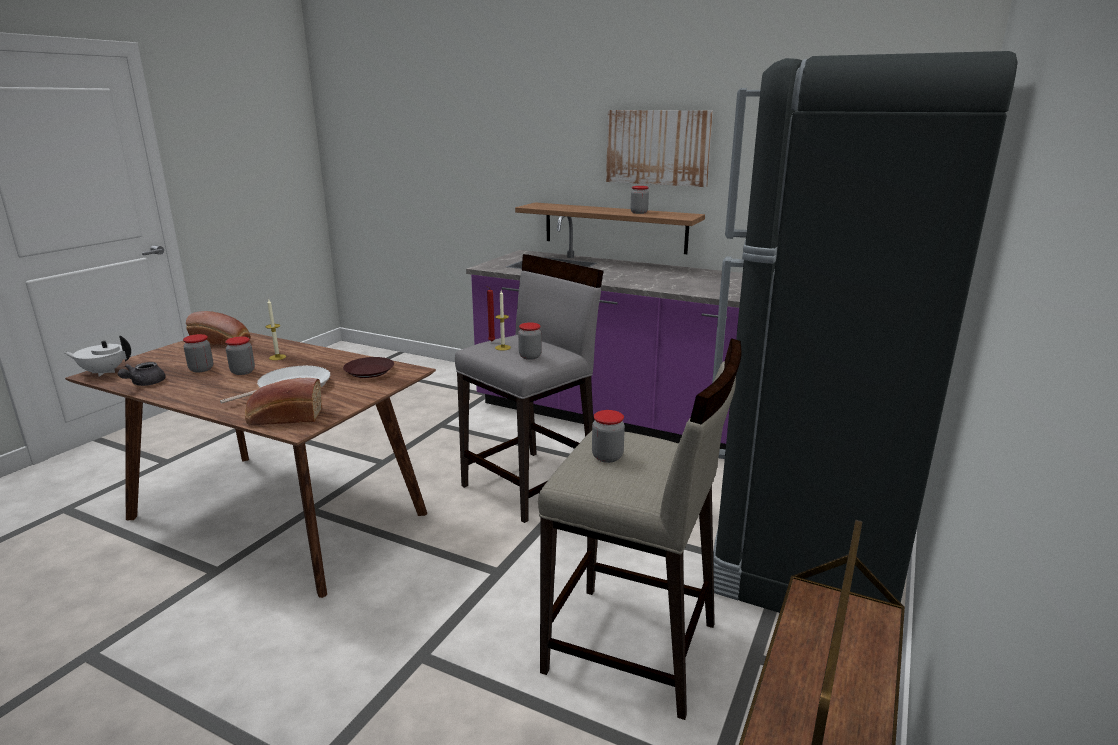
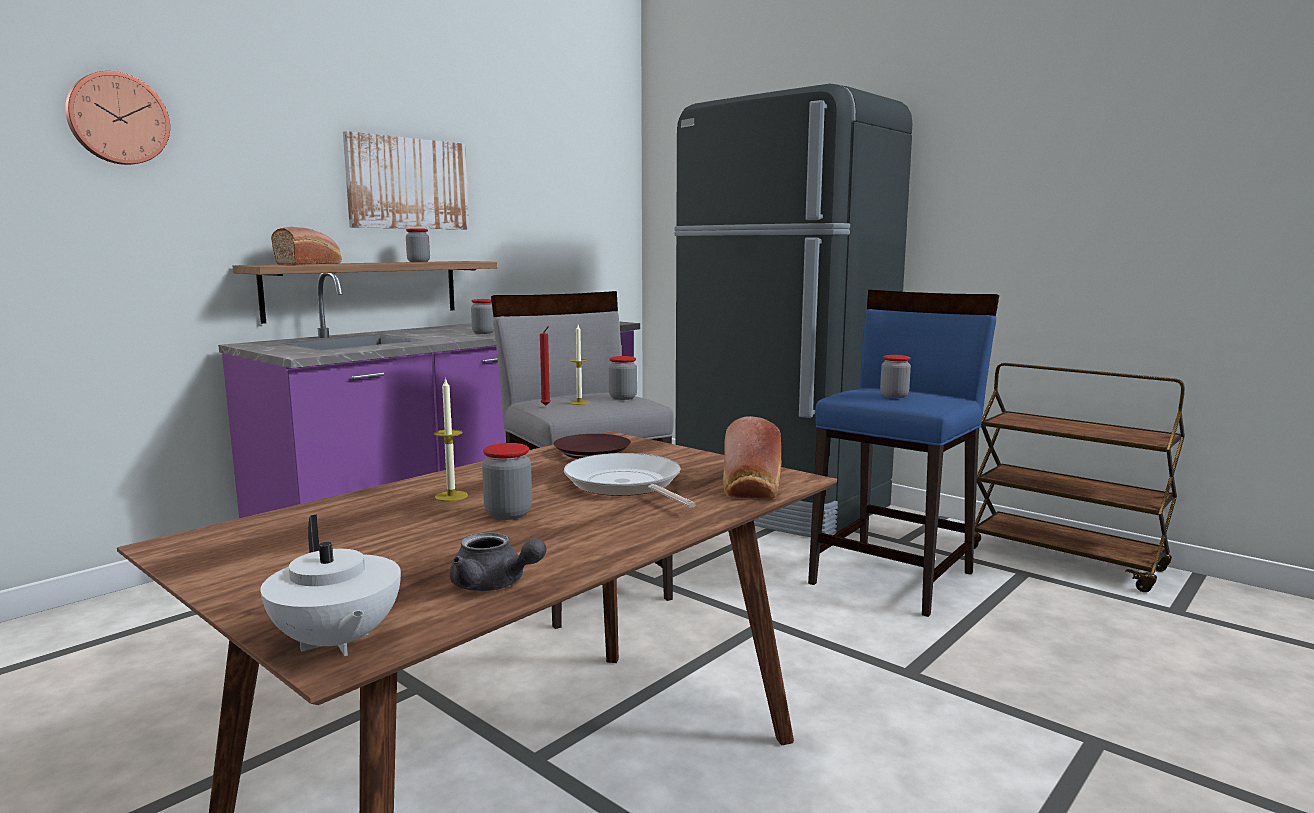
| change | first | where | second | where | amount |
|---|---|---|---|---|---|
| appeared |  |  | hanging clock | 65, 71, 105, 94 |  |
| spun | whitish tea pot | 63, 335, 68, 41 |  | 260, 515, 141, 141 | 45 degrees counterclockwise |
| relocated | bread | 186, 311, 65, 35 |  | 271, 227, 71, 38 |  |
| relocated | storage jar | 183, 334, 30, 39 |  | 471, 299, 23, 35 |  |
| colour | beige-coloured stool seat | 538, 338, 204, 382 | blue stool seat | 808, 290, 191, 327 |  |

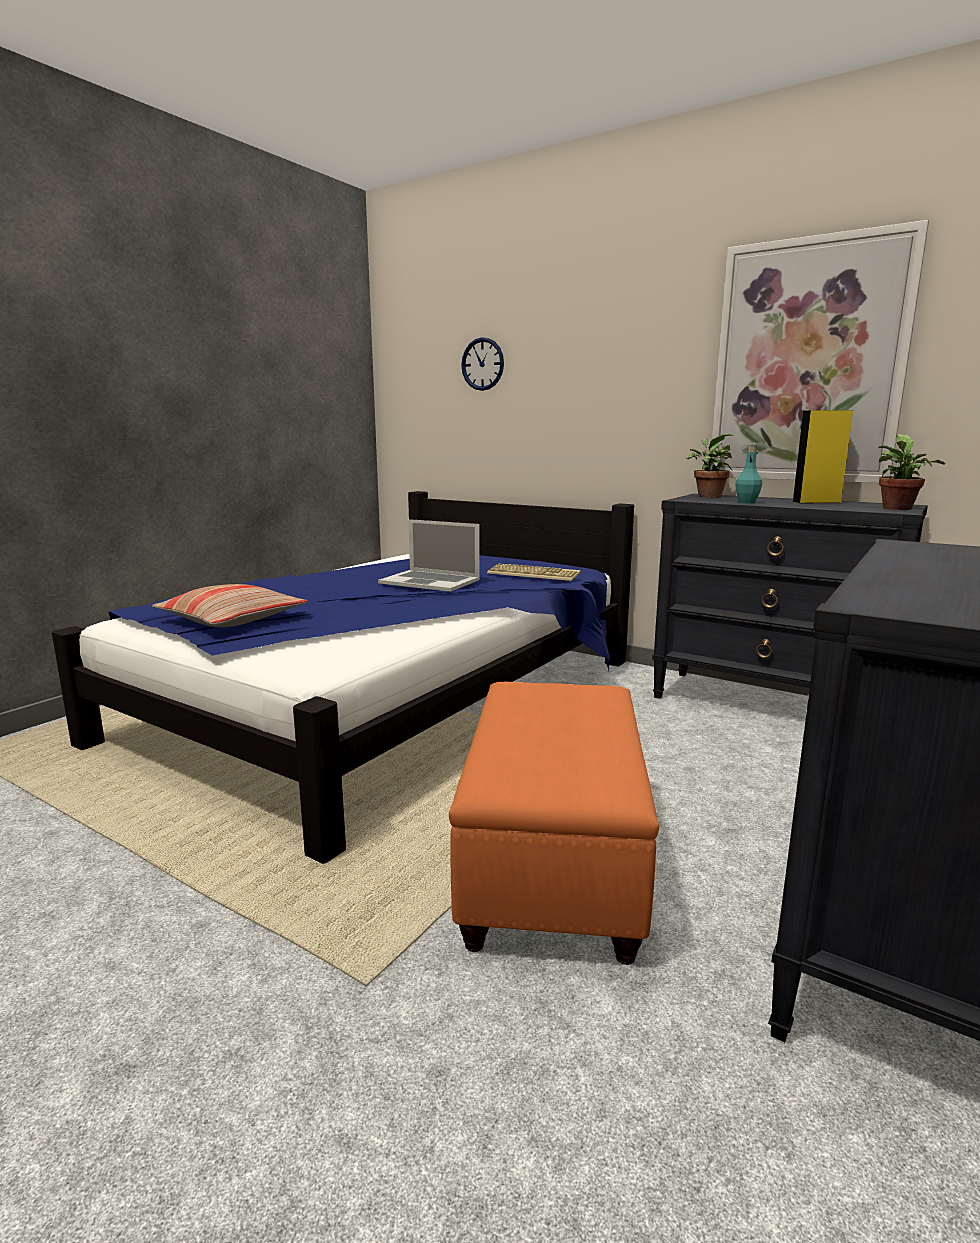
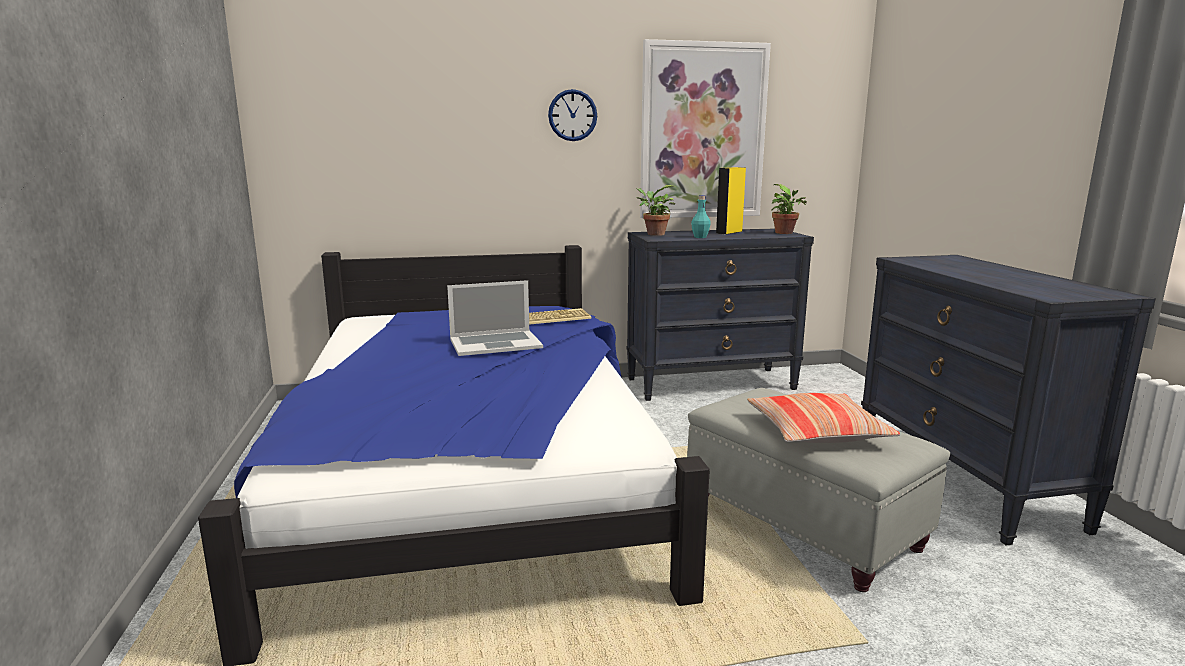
| change | first | where | second | where | amount |
|---|---|---|---|---|---|
| relocated | hanging clock | 461, 337, 43, 54 |  | 548, 89, 49, 52 |  |
| colour | orangey pouffe | 449, 682, 210, 283 | greyish pouffe | 687, 388, 263, 204 |  |
| relocated | throw pillow | 152, 584, 155, 43 |  | 747, 393, 153, 50 |  |

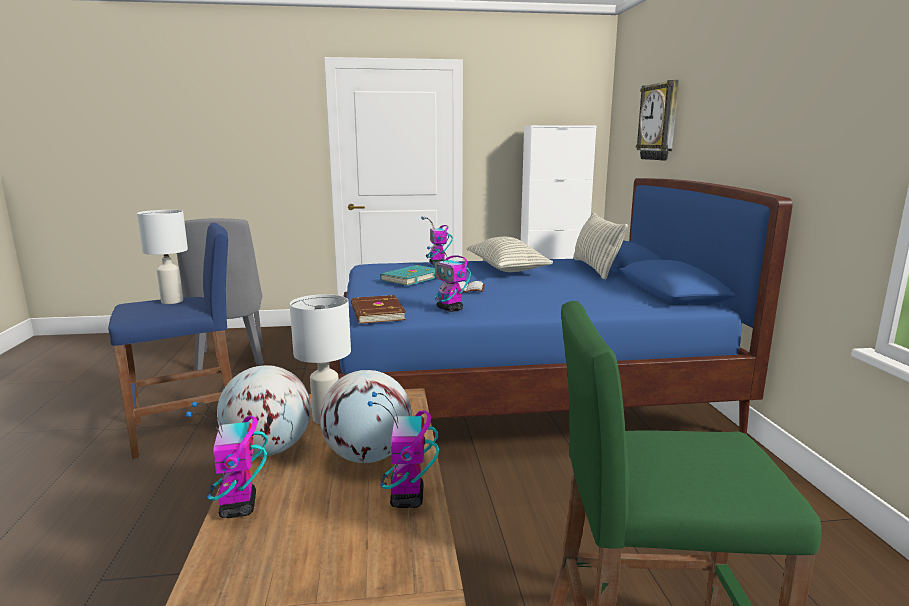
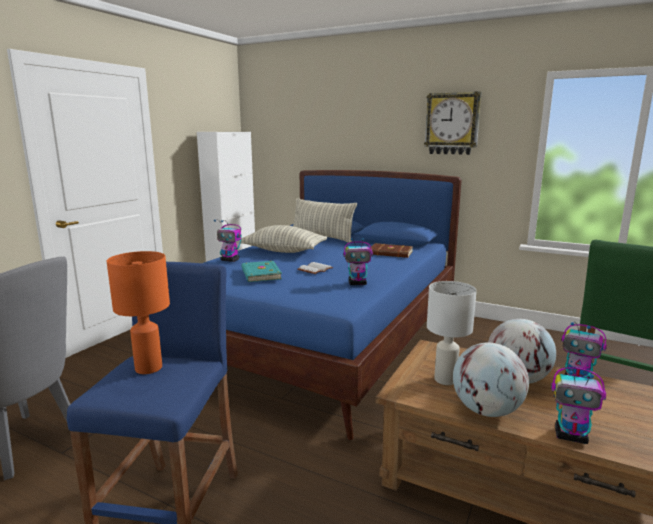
| change | first | where | second | where | amount |
|---|---|---|---|---|---|
| colour | whitish lamp for a table | 137, 210, 51, 94 | orangey lamp for a table | 107, 251, 63, 123 |  |
| relocated | brownish volume | 351, 295, 55, 29 |  | 370, 243, 43, 15 |  |
| relocated | hanging clock | 636, 80, 43, 81 |  | 424, 91, 57, 64 |  |

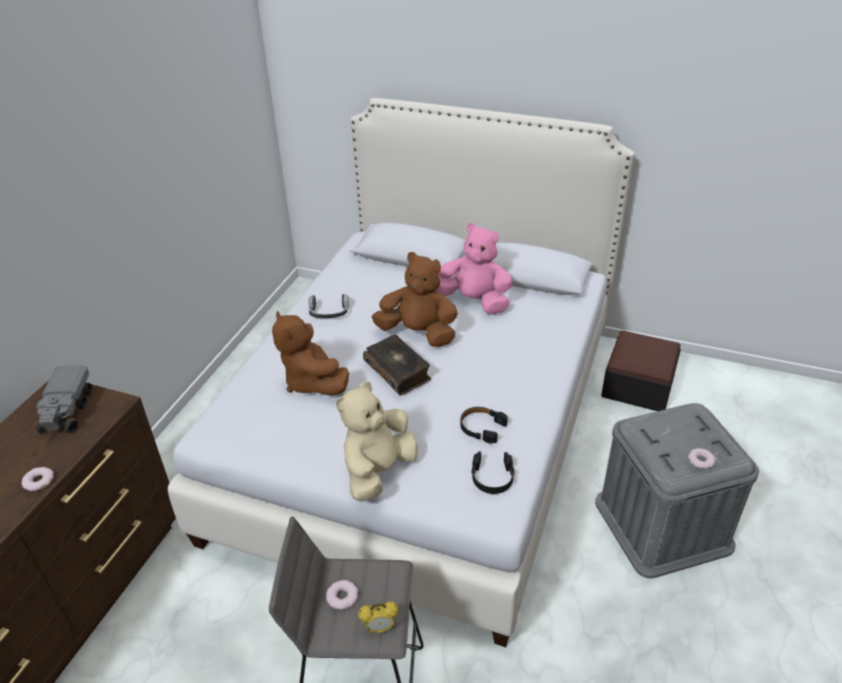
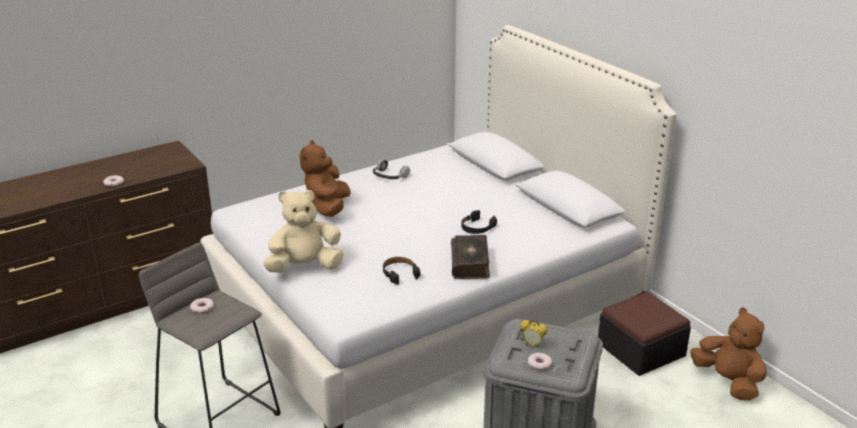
| change | first | where | second | where | amount |
|---|---|---|---|---|---|
| relocated | volume | 363, 335, 68, 60 |  | 451, 235, 39, 44 |  |
| relocated | black-coloured pair of headphones | 471, 451, 43, 43 |  | 461, 210, 36, 24 |  |
| relocated | alarm clock | 358, 601, 41, 32 |  | 520, 320, 28, 28 |  |
| relocated | brownish cuddly toy | 372, 252, 86, 95 |  | 690, 307, 77, 94 |  |
| missing | toy truck | 36, 365, 57, 69 |  |  |  |
| missing | pink-coloured cuddly toy | 436, 223, 77, 92 |  |  |  |

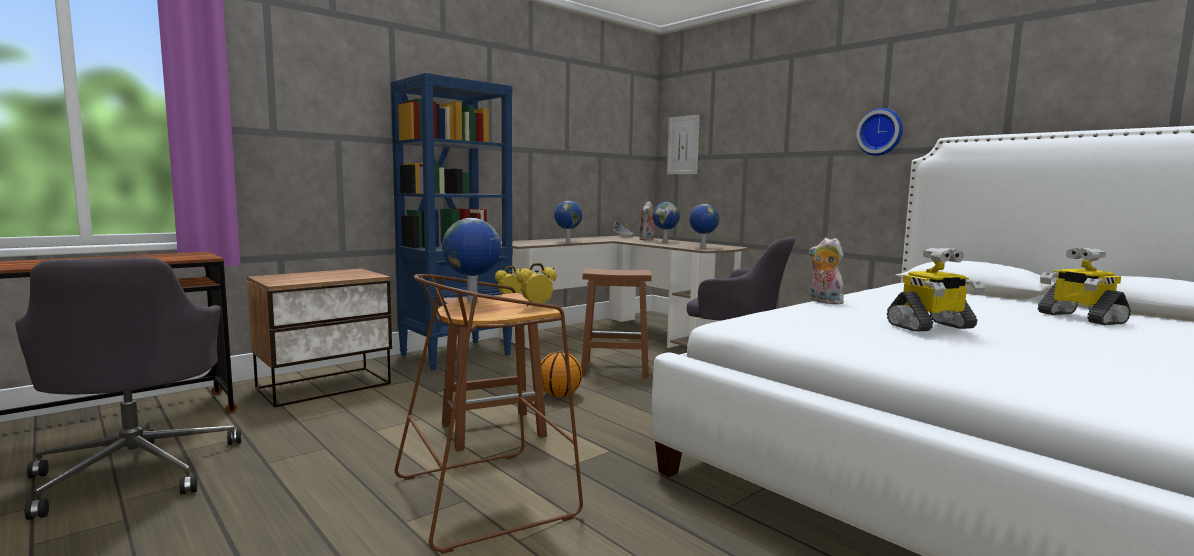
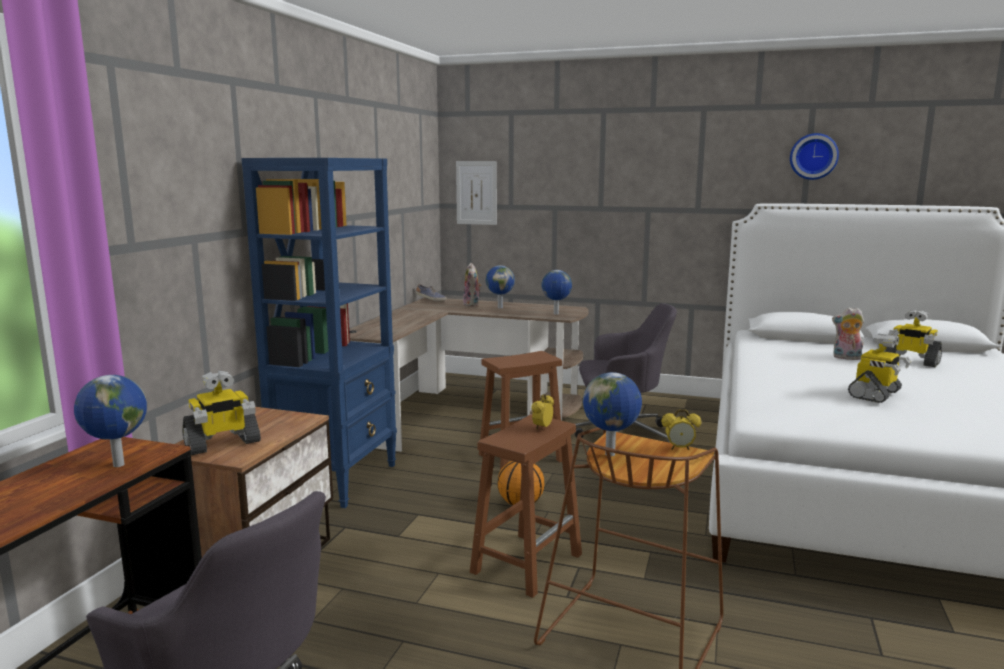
| change | first | where | second | where | amount |
|---|---|---|---|---|---|
| relocated | world globe | 554, 201, 29, 42 |  | 74, 375, 73, 92 |  |
| appeared |  |  | robot figure | 182, 370, 79, 85 |  |
| spun | alarm clock | 517, 263, 39, 43 |  | 661, 409, 40, 41 | 120 degrees counterclockwise |
| relocated | hanging clock | 856, 108, 47, 48 |  | 790, 133, 49, 47 |  |
| relocated | cuddly toy | 809, 238, 35, 66 |  | 832, 308, 32, 53 |  |

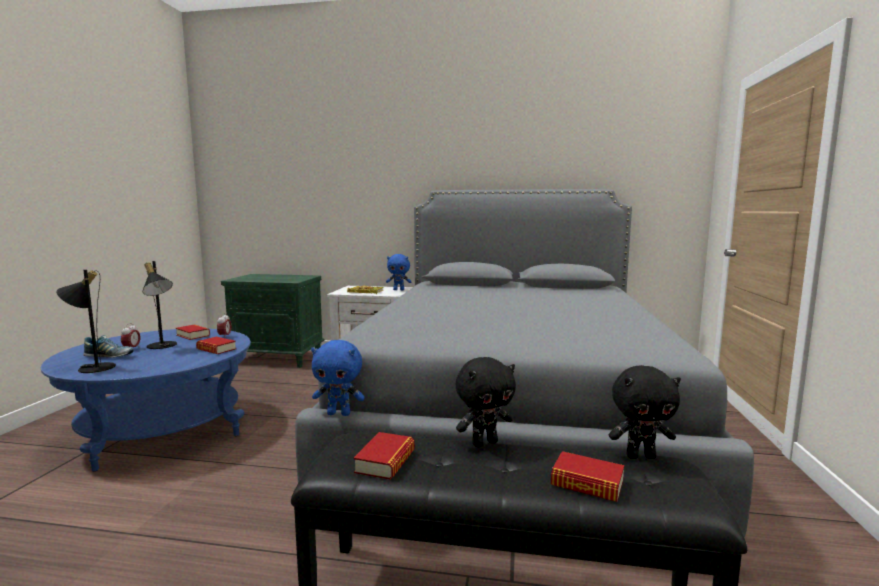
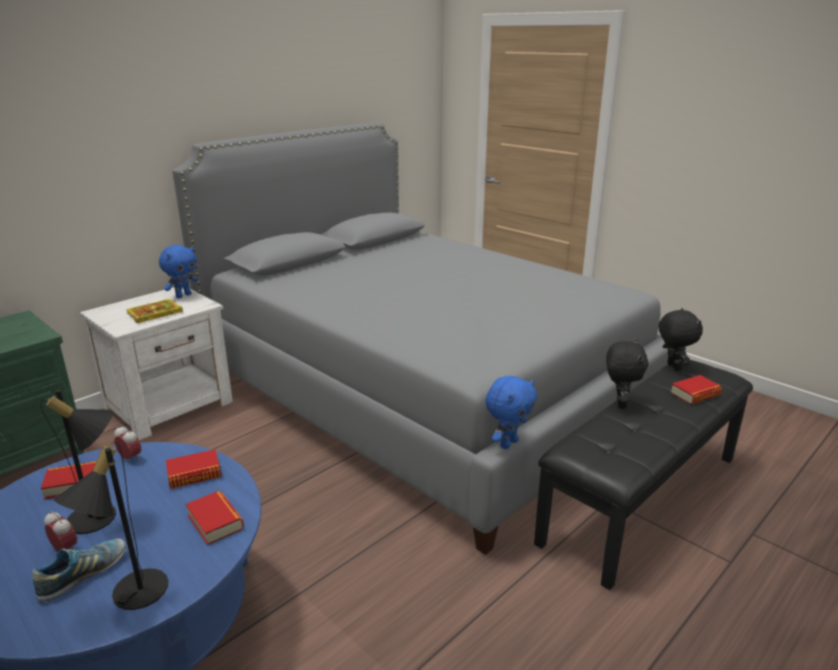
| change | first | where | second | where | amount |
|---|---|---|---|---|---|
| relocated | volume | 354, 432, 61, 48 |  | 186, 491, 58, 54 |  |
| spun | black-coloured cuddly toy | 609, 365, 72, 94 |  | 659, 308, 44, 63 | 45 degrees counterclockwise |

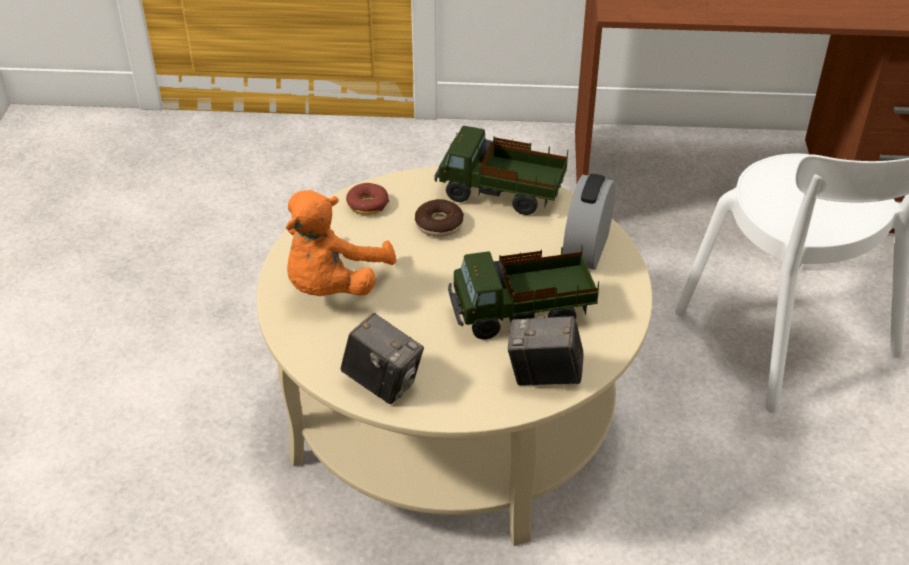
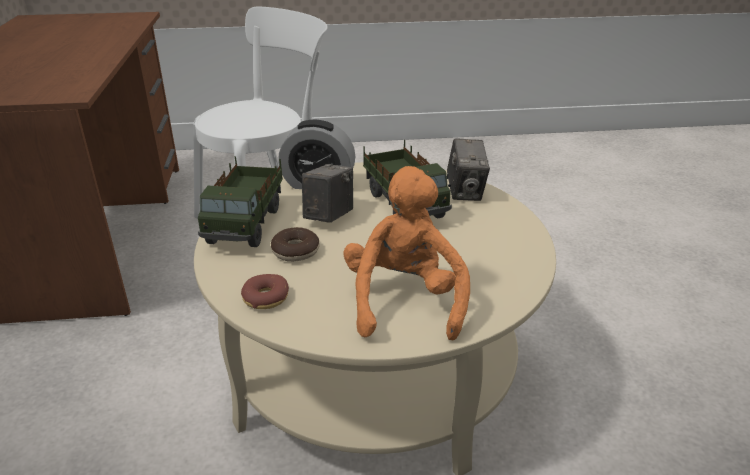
| change | first | where | second | where | amount |
|---|---|---|---|---|---|
| relocated | photo camera | 340, 313, 84, 91 |  | 302, 164, 51, 59 |  |
| spun | orangey cuddly toy | 285, 190, 111, 106 |  | 343, 166, 127, 174 | 105 degrees counterclockwise |

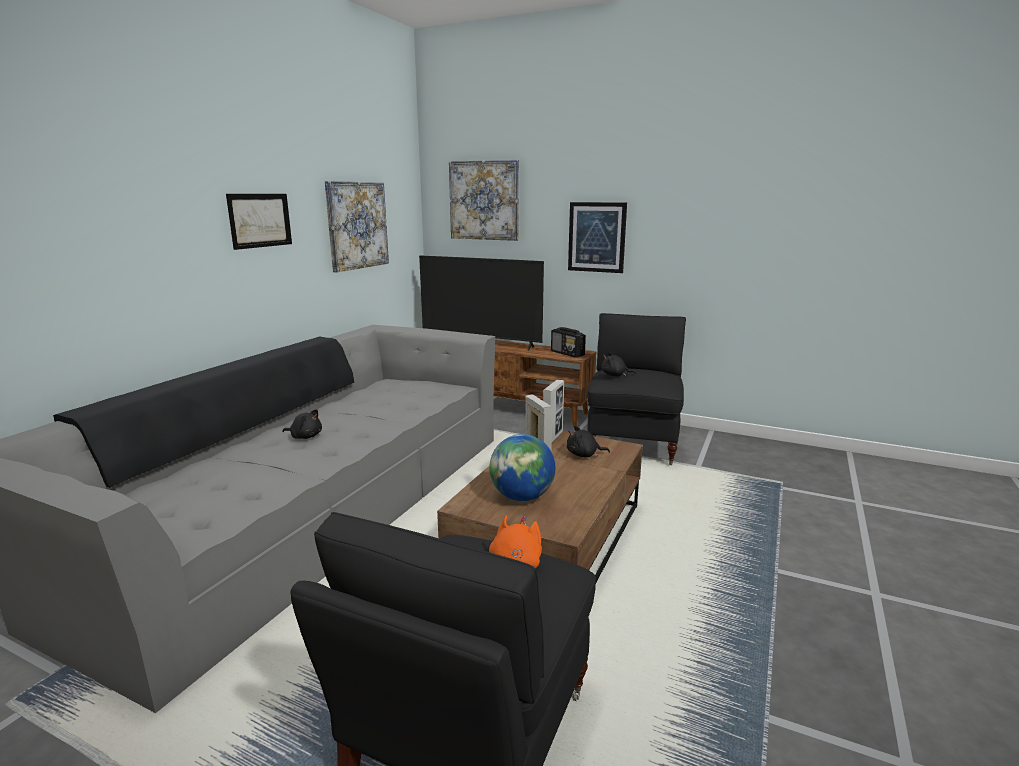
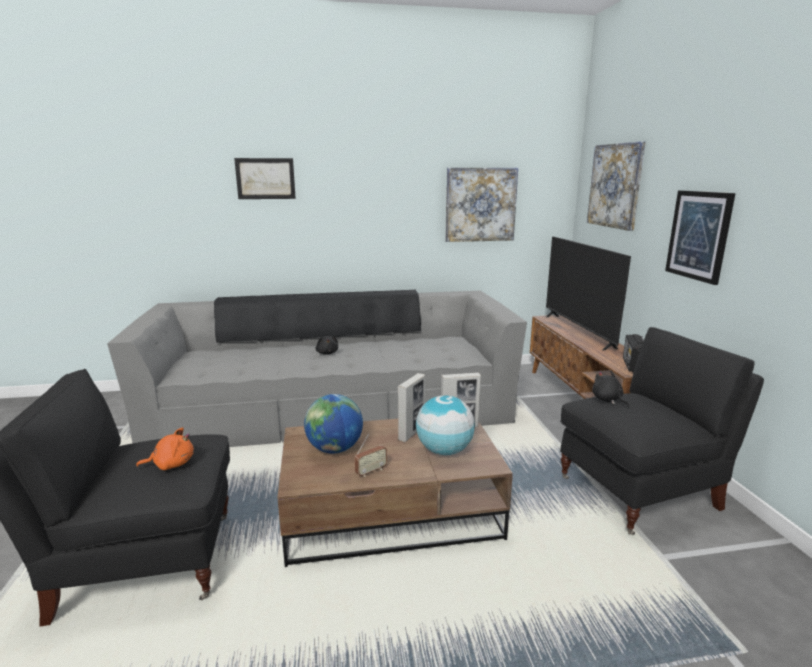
| change | first | where | second | where | amount |
|---|---|---|---|---|---|
| relocated | wall picture | 226, 194, 66, 56 |  | 234, 158, 62, 41 |  |
| appeared |  |  | radio receiver | 355, 433, 32, 44 |  |
| exchanged | black-coloured cuddly toy | 567, 425, 43, 32 | world globe | 416, 395, 59, 60 |  |

